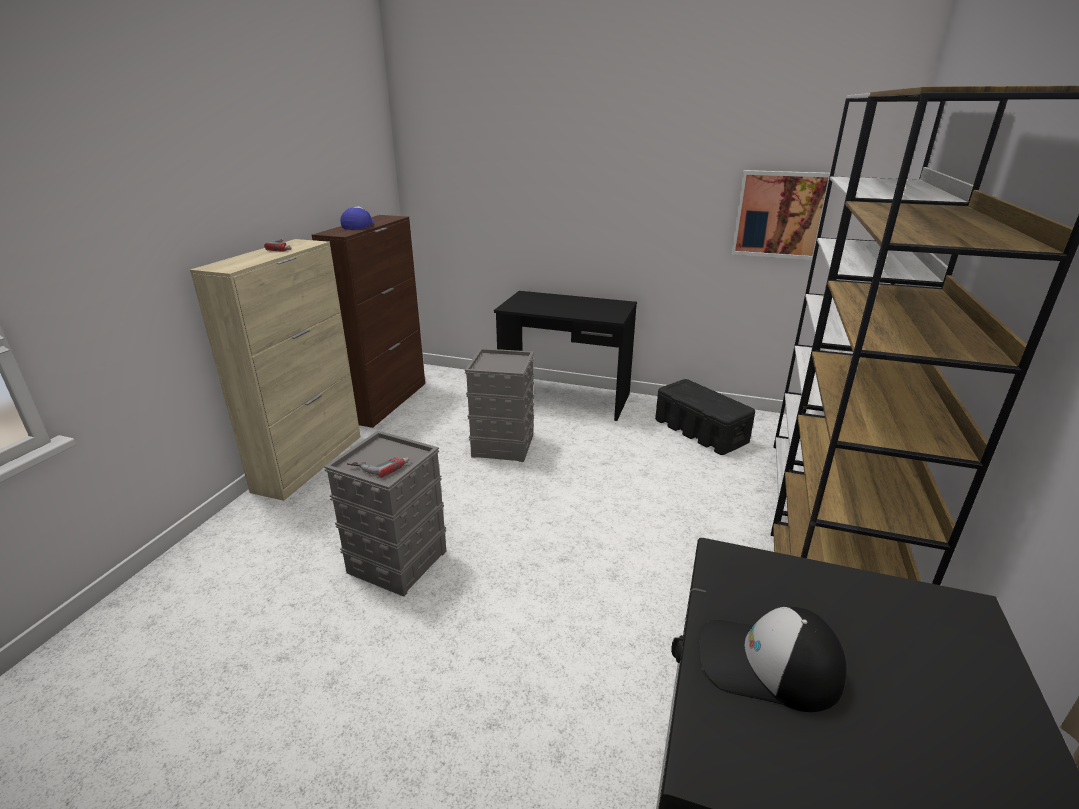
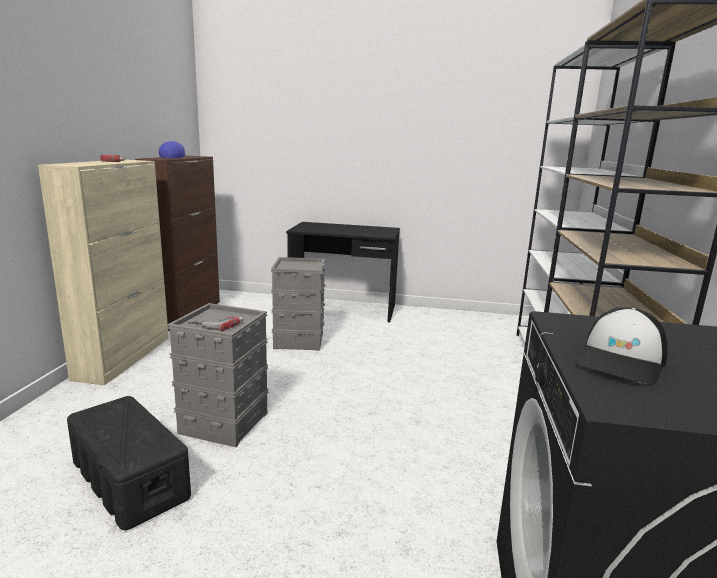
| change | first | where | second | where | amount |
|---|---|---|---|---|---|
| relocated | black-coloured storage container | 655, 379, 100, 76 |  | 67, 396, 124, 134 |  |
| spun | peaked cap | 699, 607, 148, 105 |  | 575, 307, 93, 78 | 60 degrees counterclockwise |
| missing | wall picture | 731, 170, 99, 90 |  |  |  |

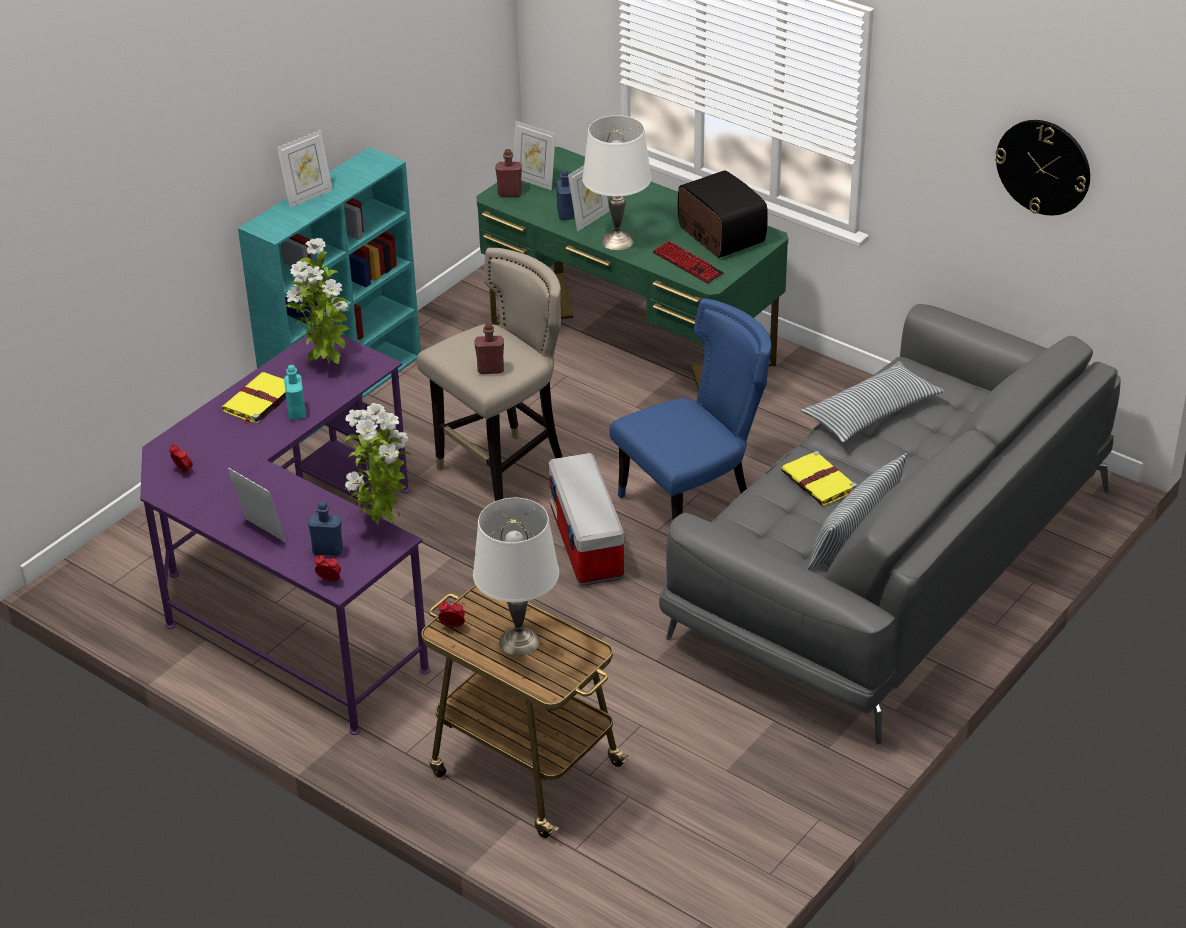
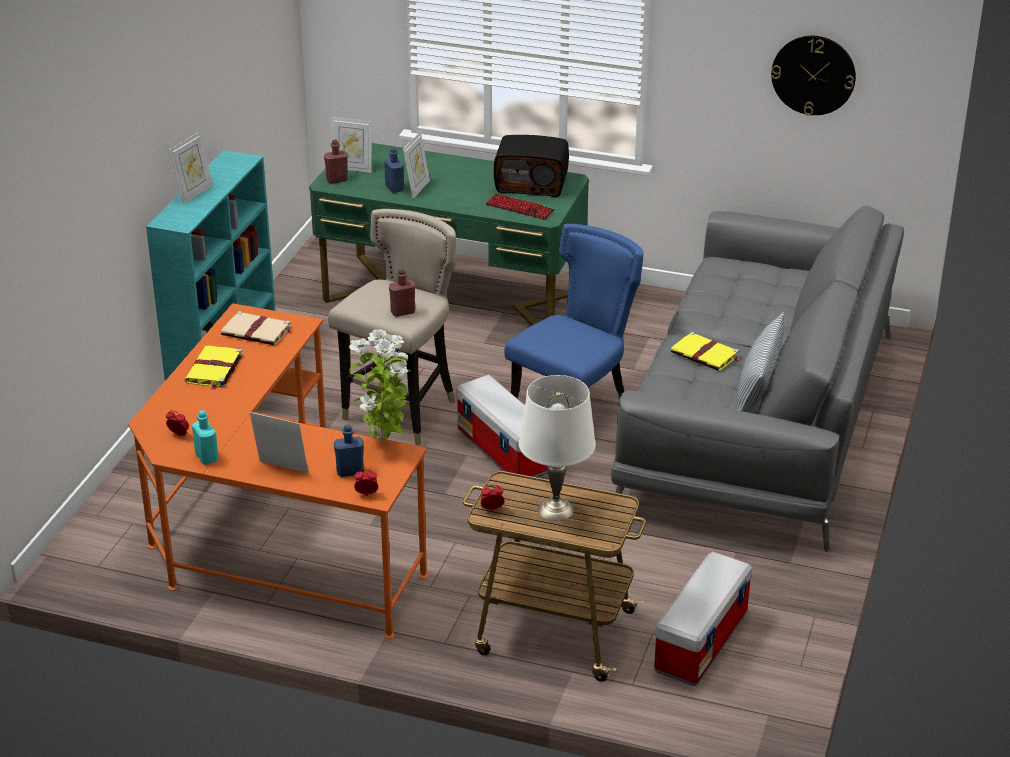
| change | first | where | second | where | amount |
|---|---|---|---|---|---|
| colour | purple-coloured desk unit | 140, 333, 290, 402 | orangey desk unit | 128, 303, 300, 336 |  |
| relocated | turquoise-coloured beverage bottle | 284, 365, 22, 55 |  | 192, 410, 27, 55 |  |
| exchanged | plant in a pot | 286, 238, 63, 126 | beige-coloured volume | 221, 311, 71, 34 |  |
| spun | radio receiver | 678, 170, 90, 88 |  | 494, 135, 75, 62 | 150 degrees clockwise |
| appeared |  |  | storage container | 654, 552, 98, 134 |  |
| missing | whitish lamp for a table | 582, 115, 69, 135 |  |  |  |
| missing | throw pillow | 800, 361, 144, 81 |  |  |  |

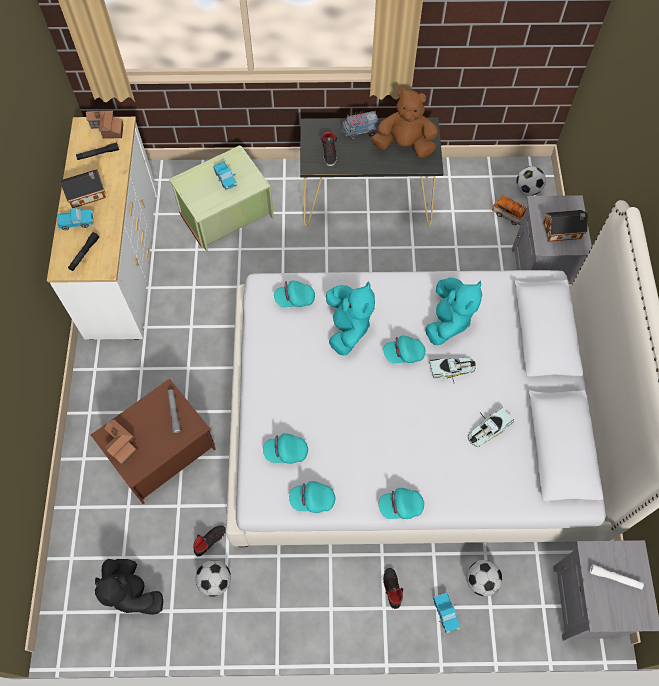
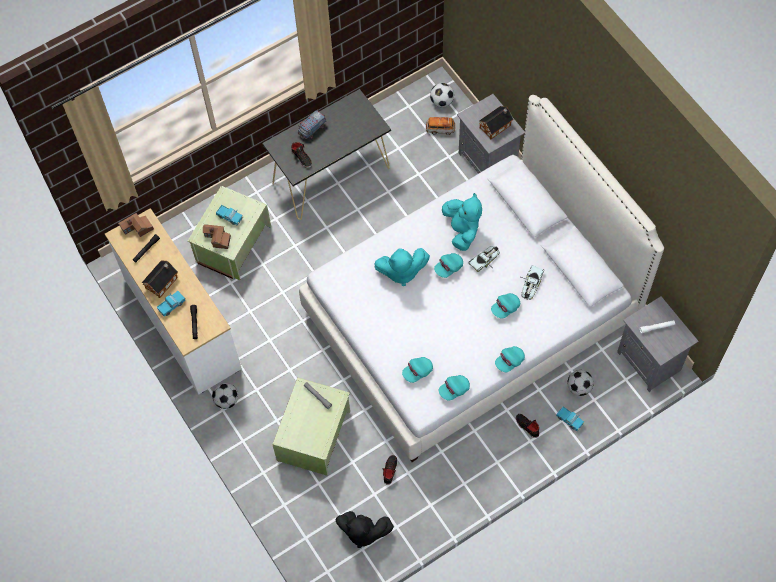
| change | first | where | second | where | amount |
|---|---|---|---|---|---|
| relocated | model house | 104, 420, 33, 46 |  | 203, 224, 28, 25 |  |
| relocated | football | 195, 560, 36, 37 |  | 212, 383, 26, 26 |  |
| colour | brownish storage container | 90, 379, 125, 125 | green-coloured storage container | 272, 377, 78, 99 |  |
| spun | turquoise-coloured cuddly toy | 326, 281, 49, 75 |  | 375, 248, 55, 38 | 120 degrees clockwise |
| relocated | turquoise-coloured peaked cap | 274, 280, 41, 27 |  | 491, 293, 29, 26 |  |
| missing | brownish cuddly toy | 371, 88, 67, 70 |  |  |  |

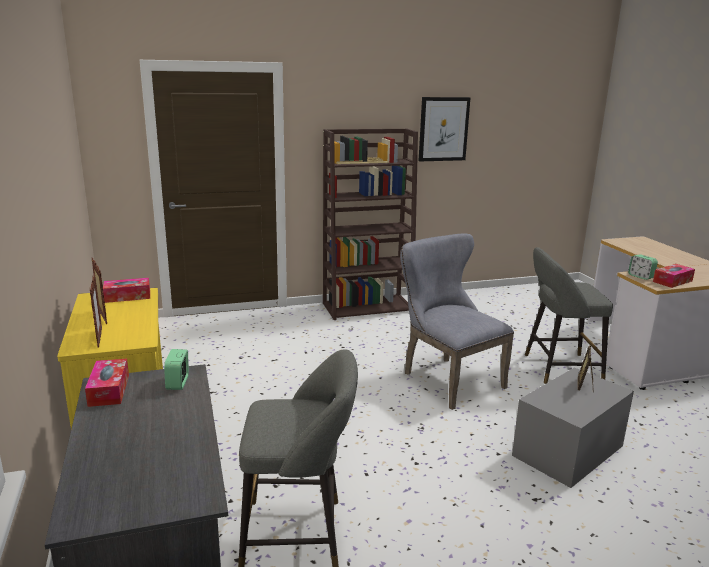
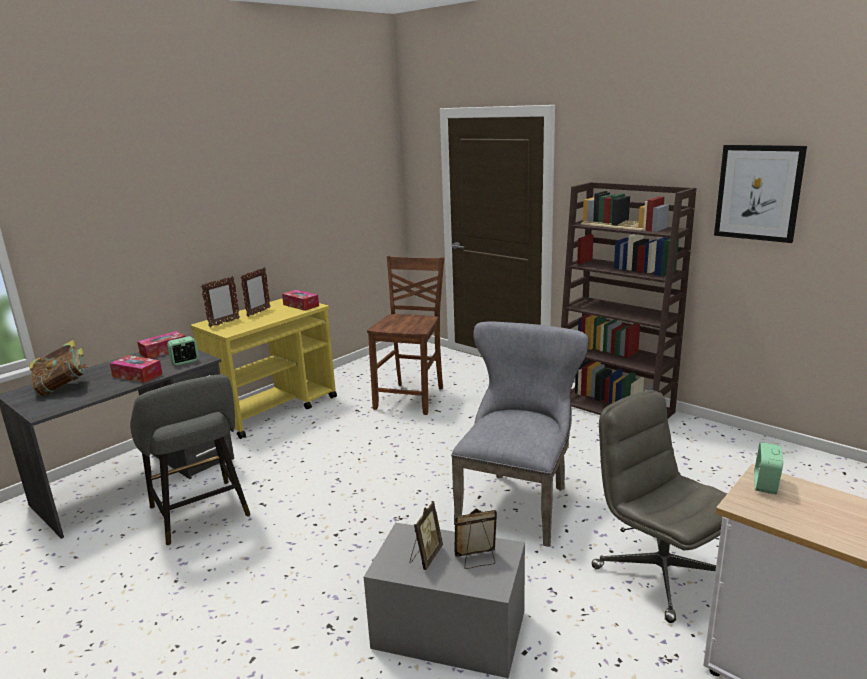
| change | first | where | second | where | amount |
|---|---|---|---|---|---|
| appeared |  |  | volume | 29, 340, 58, 56 |  |
| relocated | box of tissues | 653, 264, 42, 24 |  | 110, 355, 52, 28 |  |
| appeared |  |  | brownish plain chair | 367, 256, 77, 159 |  |
| appeared |  |  | picture frame | 410, 501, 33, 69 |  |
| exchanged | greyish stool seat | 525, 247, 88, 137 | greyish desk chair | 591, 390, 137, 233 |  |

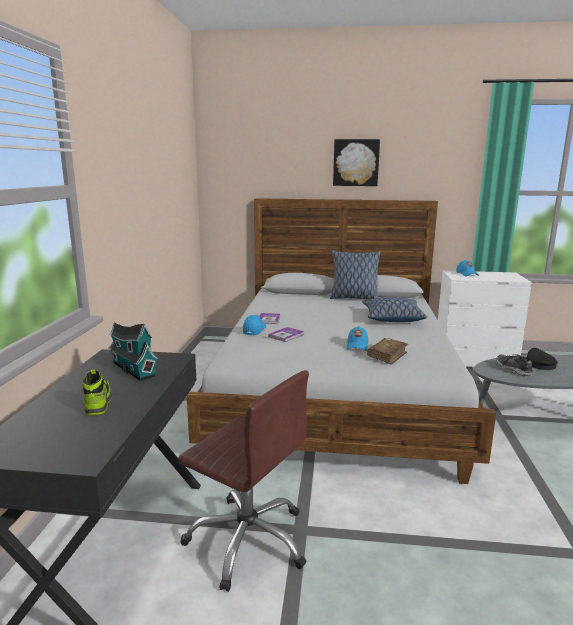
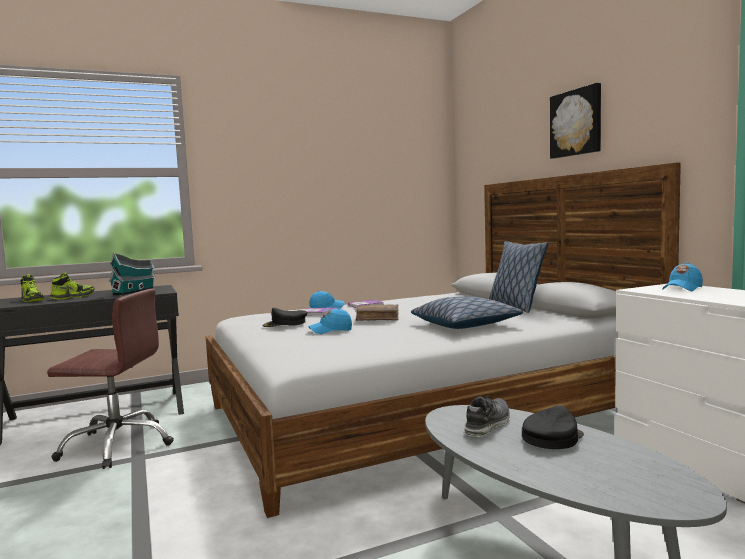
| change | first | where | second | where | amount |
|---|---|---|---|---|---|
| appeared |  |  | shoe | 20, 274, 24, 28 |  |
| spun | brownish desk chair | 178, 370, 131, 222 |  | 47, 288, 127, 181 | 90 degrees counterclockwise |
| appeared |  |  | black-coloured peaked cap | 263, 308, 45, 19 |  |
| relocated | brownish volume | 367, 338, 41, 27 |  | 355, 304, 44, 17 |  |

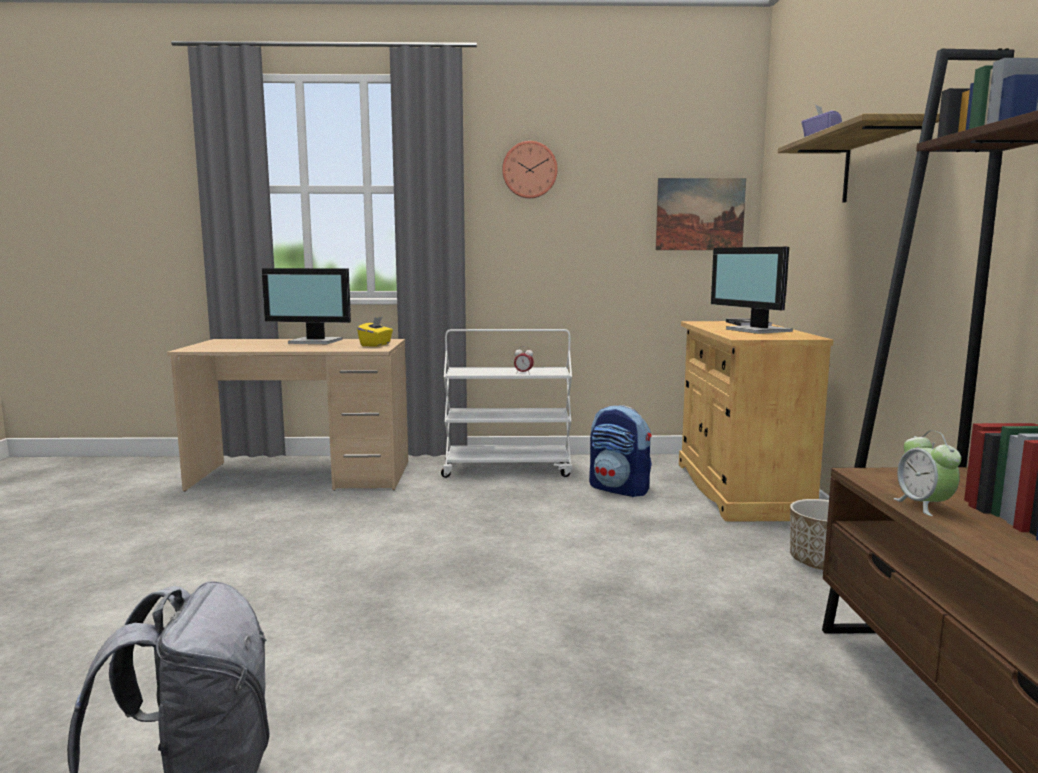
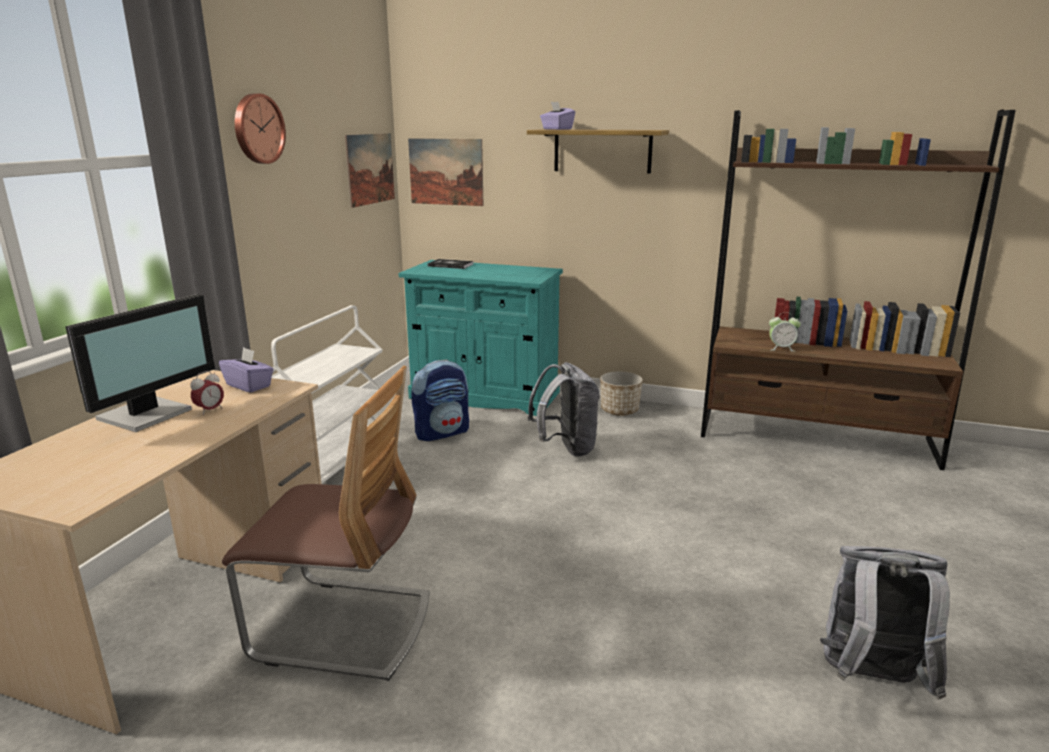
| change | first | where | second | where | amount |
|---|---|---|---|---|---|
| relocated | alarm clock | 514, 346, 20, 28 |  | 190, 371, 34, 44 |  |
| colour | yellow-coloured box of tissues | 357, 316, 36, 31 | purple-coloured box of tissues | 219, 347, 55, 46 |  |
| appeared |  |  | plain chair | 222, 366, 208, 315 |  |
| colour | beige-coloured storage cabinet | 679, 321, 154, 201 | turquoise-coloured storage cabinet | 399, 260, 164, 156 |  |
| appeared |  |  | wall picture | 408, 138, 76, 68 |  |
| appeared |  |  | greyish rucksack | 527, 362, 73, 95 |  |
| missing | monitor | 711, 247, 82, 87 |  |  |  |

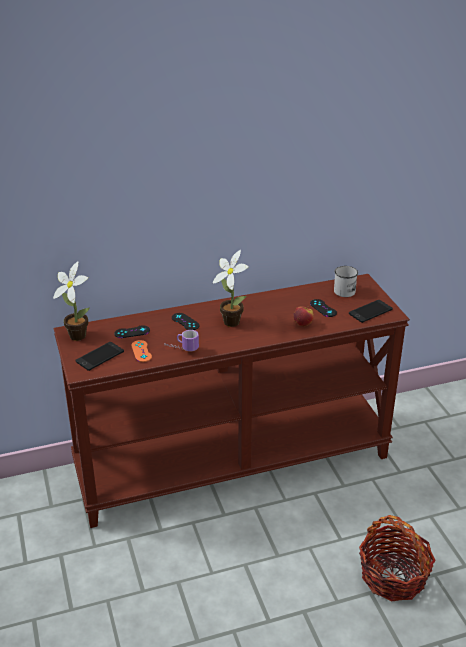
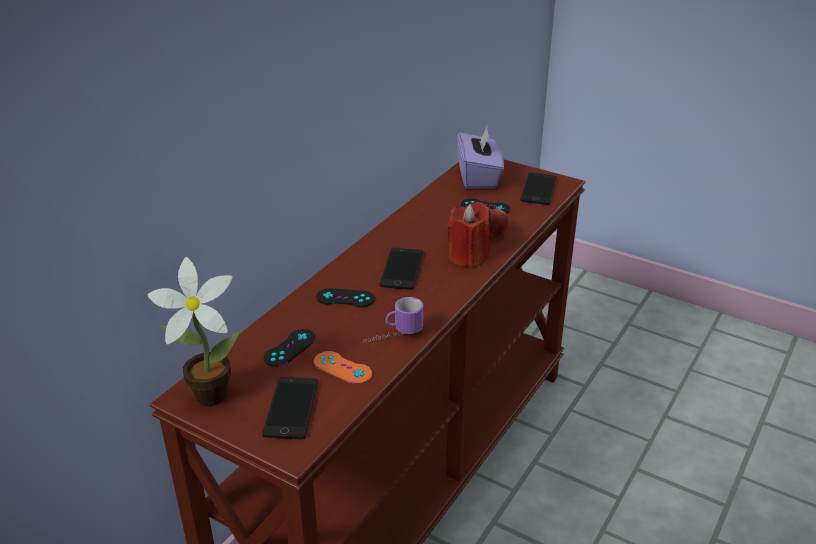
| change | first | where | second | where | amount |
|---|---|---|---|---|---|
| exchanged | plant in a pot | 213, 250, 36, 77 | telephone | 380, 248, 43, 42 |  |
| appeared |  |  | red wax candle | 447, 202, 43, 66 |  |
| exchanged | whitish tea mug | 334, 266, 24, 31 | purple-coloured box of tissues | 457, 127, 47, 62 |  |
| missing | household basket | 359, 515, 77, 86 |  |  |  |

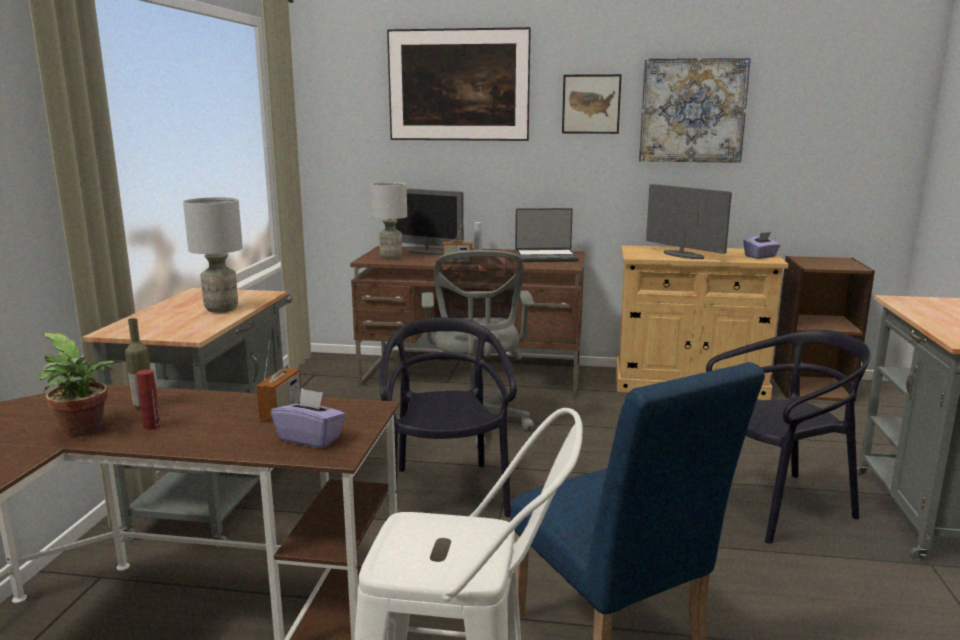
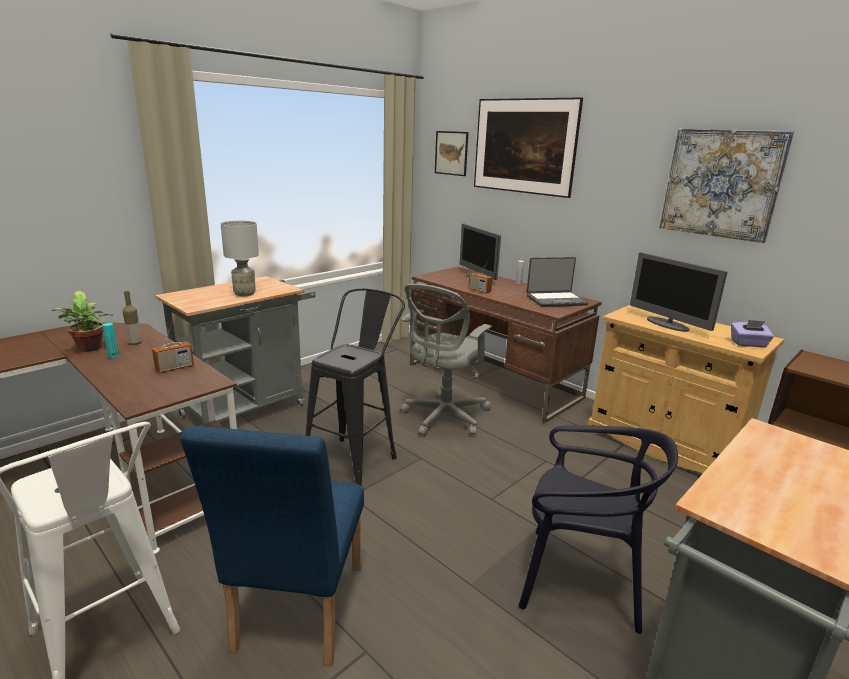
| change | first | where | second | where | amount |
|---|---|---|---|---|---|
| colour | red beverage bottle | 136, 369, 25, 61 | turquoise-coloured beverage bottle | 103, 323, 16, 35 |  |
| exchanged | black-coloured plain chair | 379, 317, 138, 200 | black-coloured stool seat | 305, 288, 100, 198 |  |
| relocated | wall picture | 562, 74, 60, 60 |  | 435, 131, 34, 45 |  |
| spun | laptop | 515, 208, 64, 54 |  | 526, 257, 62, 50 | 45 degrees counterclockwise |
| spun | monitor | 646, 184, 86, 75 |  | 630, 252, 98, 80 | 150 degrees clockwise |
| missing | purple-coloured box of tissues | 271, 388, 75, 60 |  |  |  |
| missing | greyish lamp for a table | 371, 182, 36, 78 |  |  |  |

